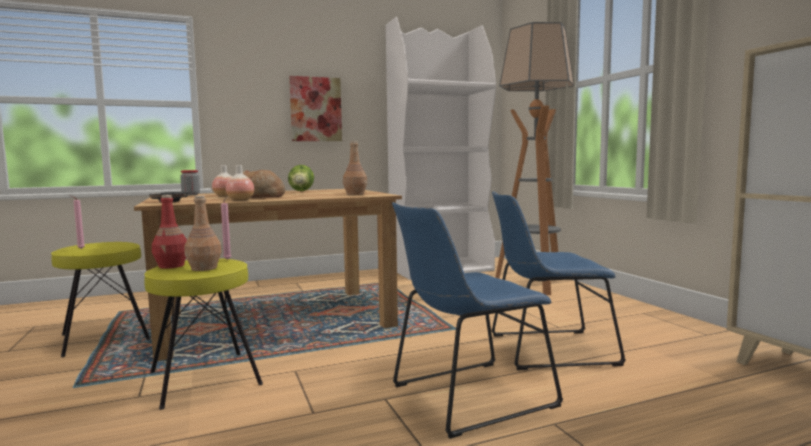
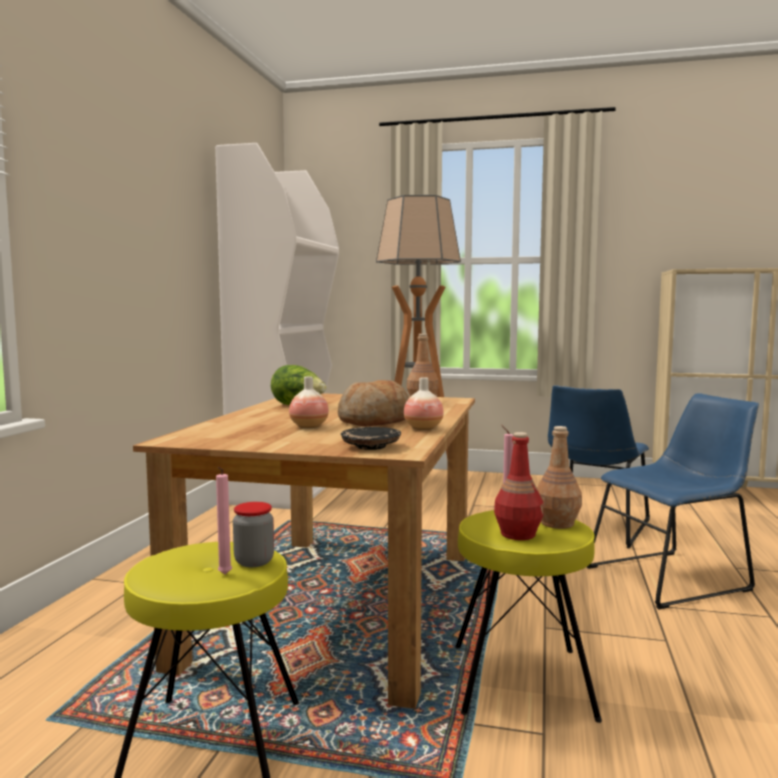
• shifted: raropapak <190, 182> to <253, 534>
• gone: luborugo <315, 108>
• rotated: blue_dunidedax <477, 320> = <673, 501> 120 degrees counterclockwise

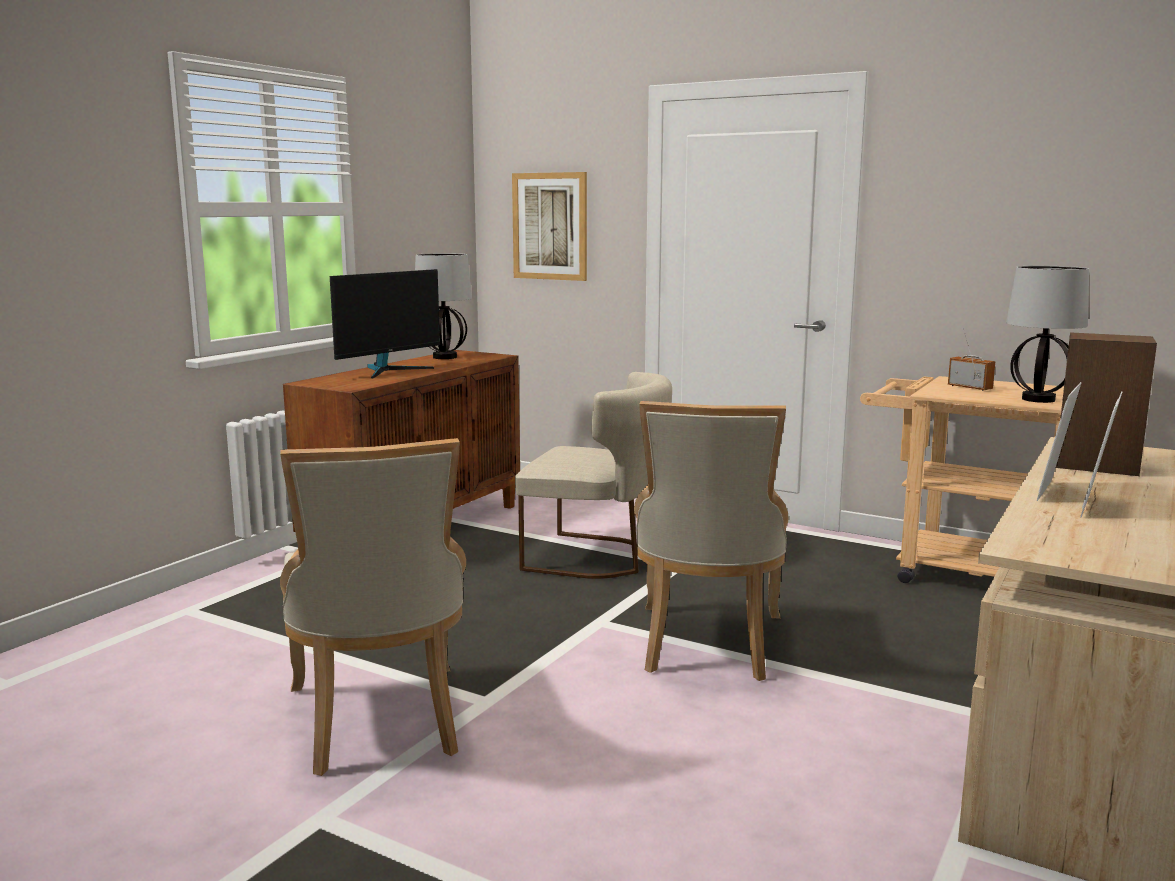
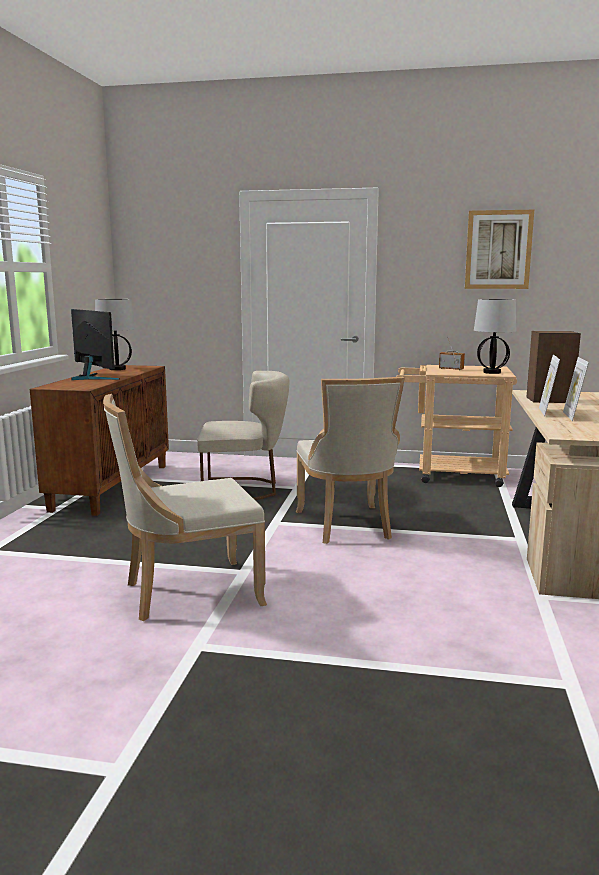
• rotated: beige_dunidedax <373, 607> = <185, 507> 105 degrees clockwise
• rotated: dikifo <385, 323> = <95, 344> 60 degrees counterclockwise
• shifted: luborugo <549, 226> to <499, 249>

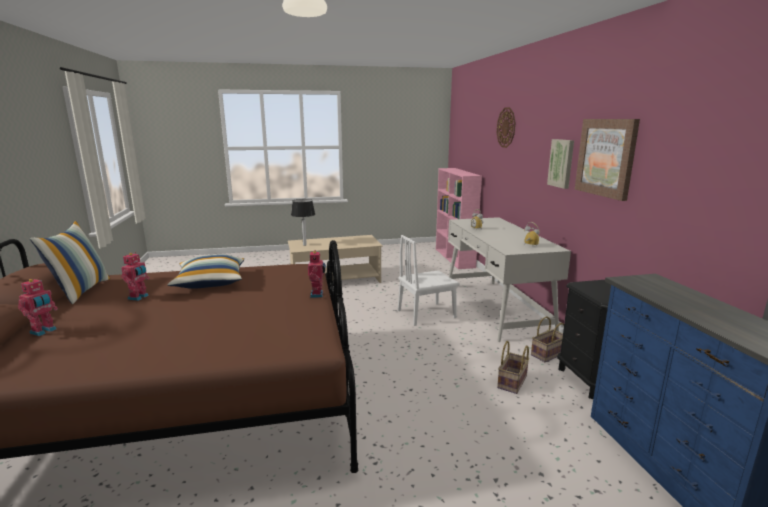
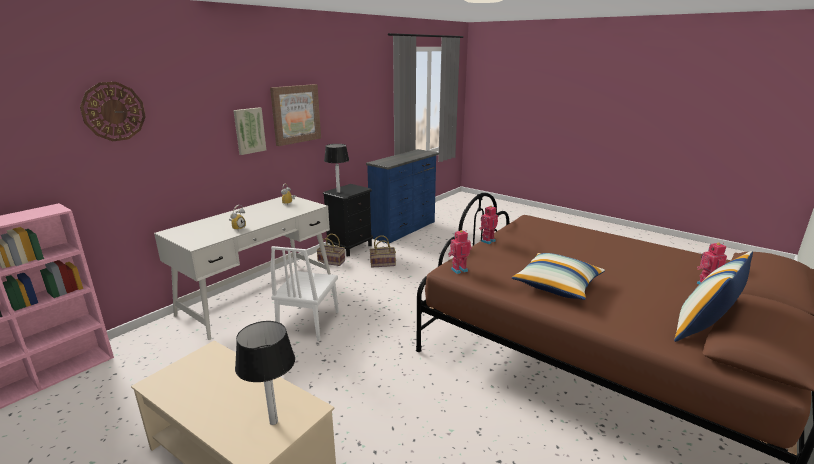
• shifted: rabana <135, 276> to <460, 252>
• rotated: white_dunidedax <429, 280> = <305, 293> 75 degrees clockwise
• new: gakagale <336, 168>

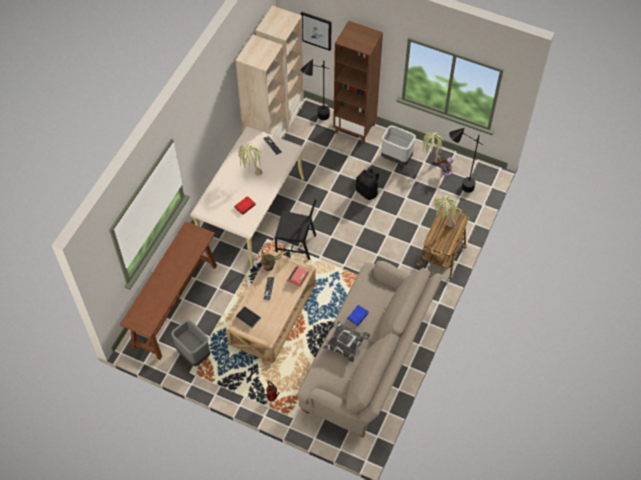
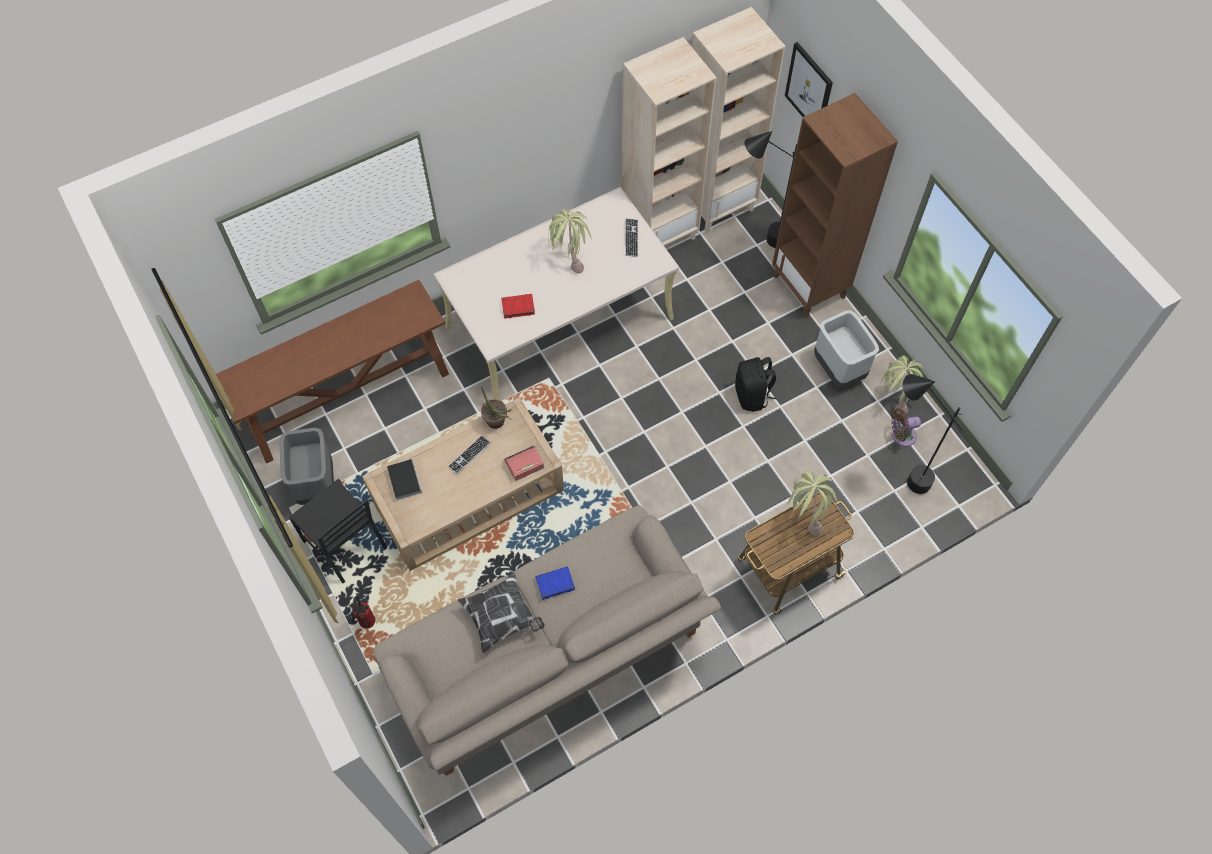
• shifted: black_dunidedax <296, 229> to <338, 531>

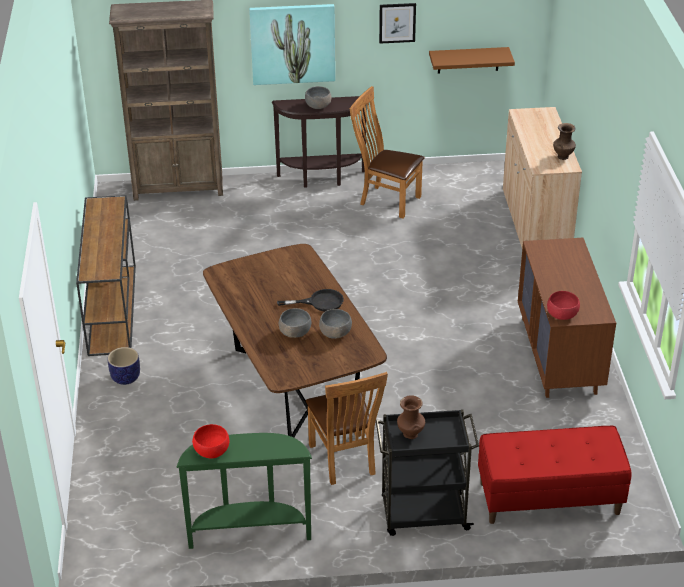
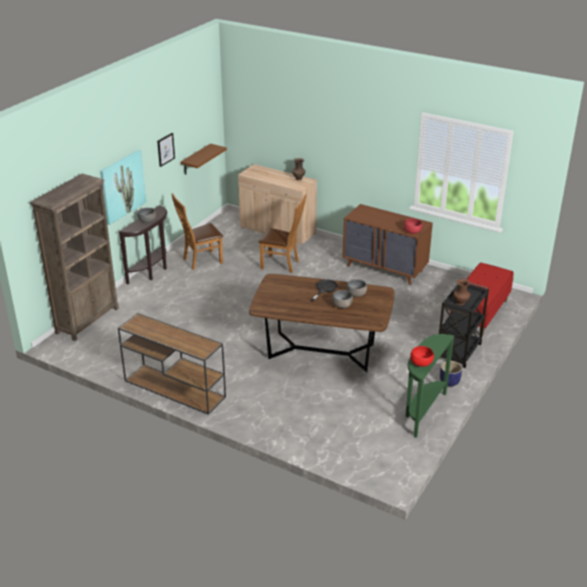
• shifted: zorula <123, 366> to <451, 373>
• shifted: brown_dunidedax <347, 428> to <282, 234>

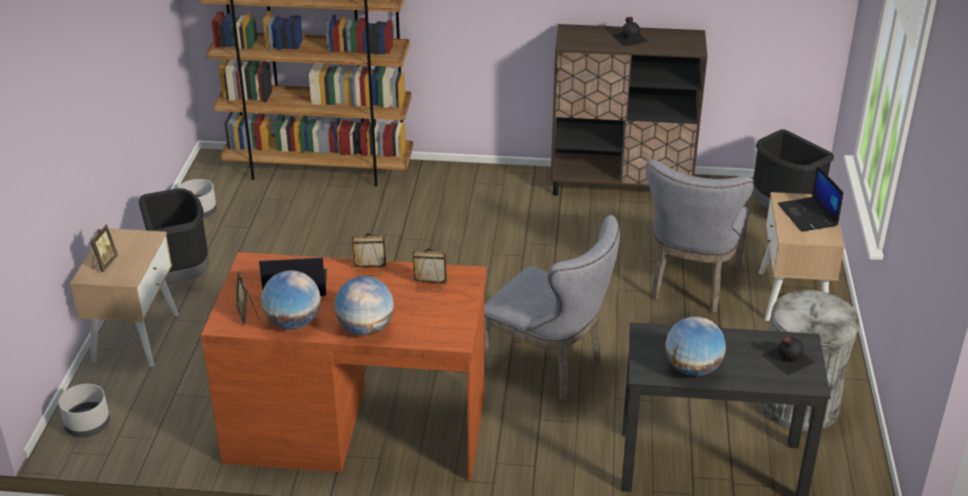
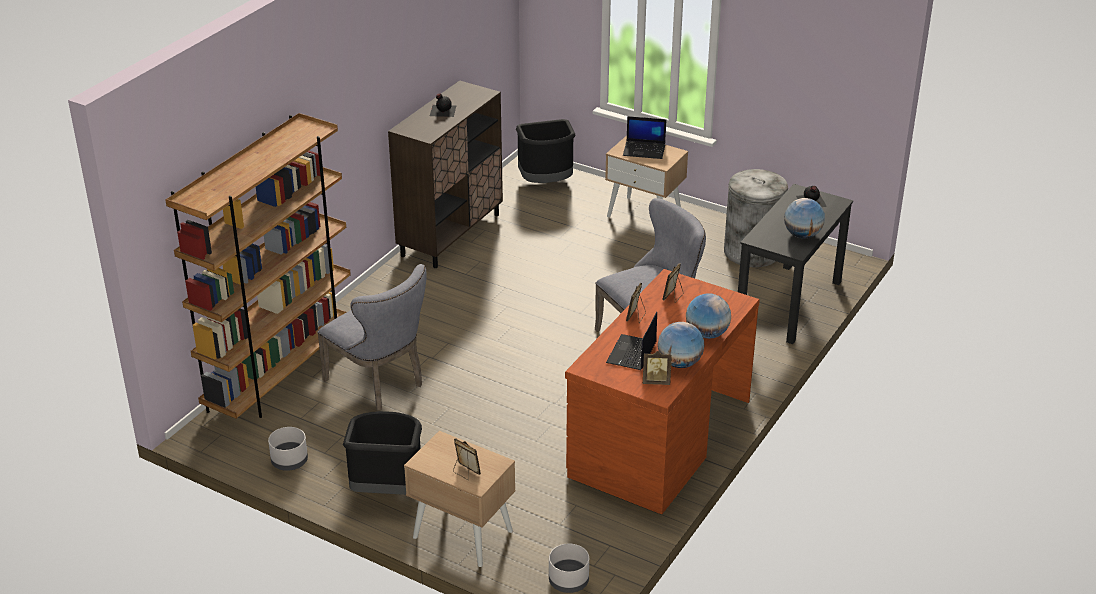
• shifted: grey_dunidedax <700, 236> to <372, 337>

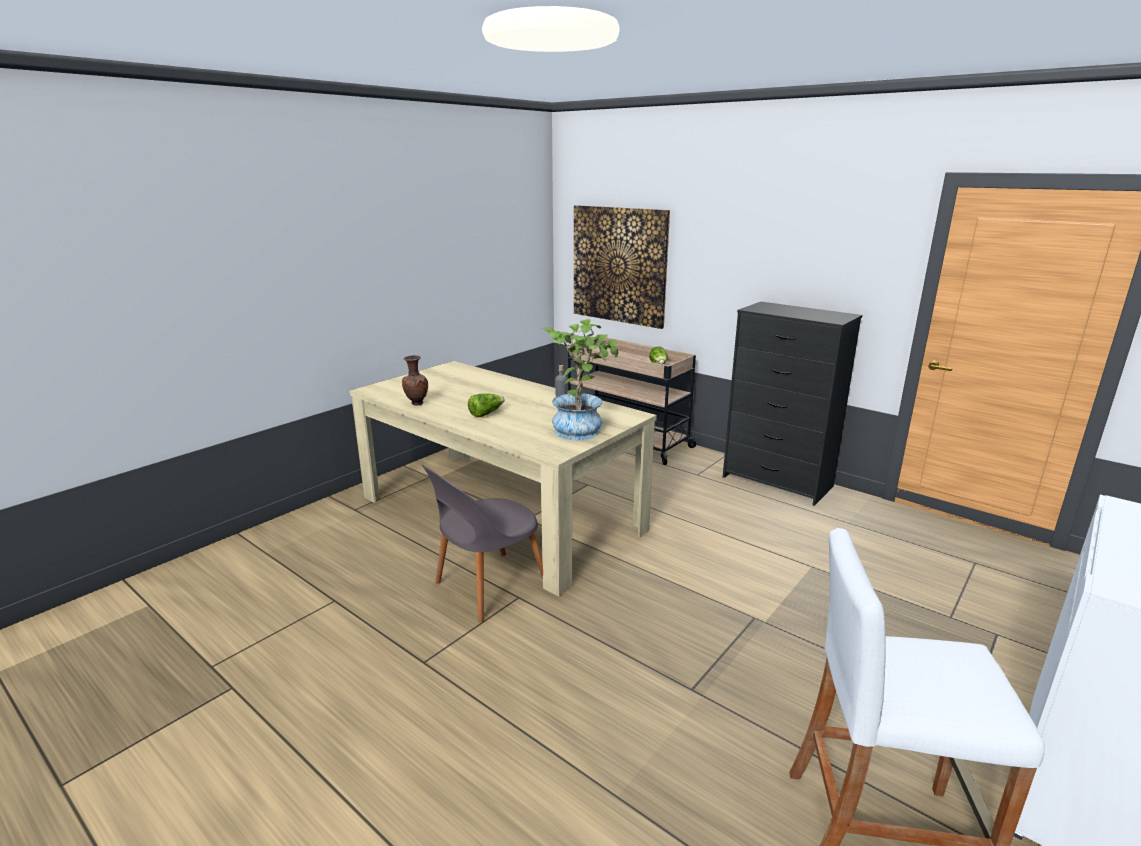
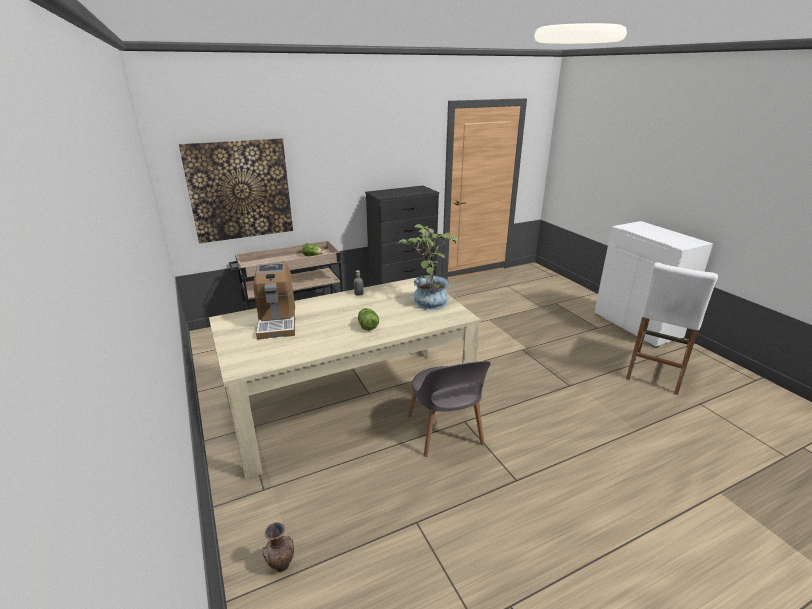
• shifted: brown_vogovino <415, 380> to <278, 547>
• new: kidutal <274, 301>

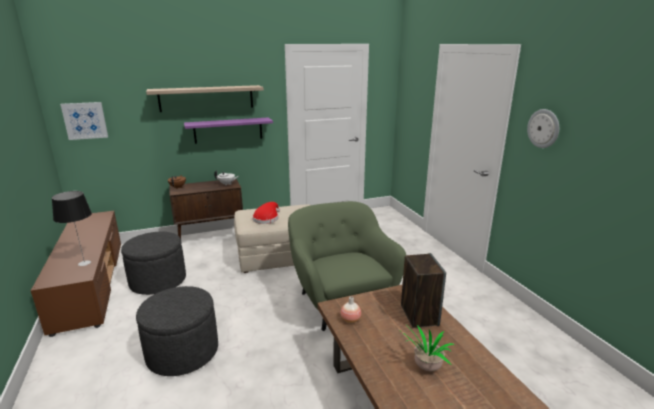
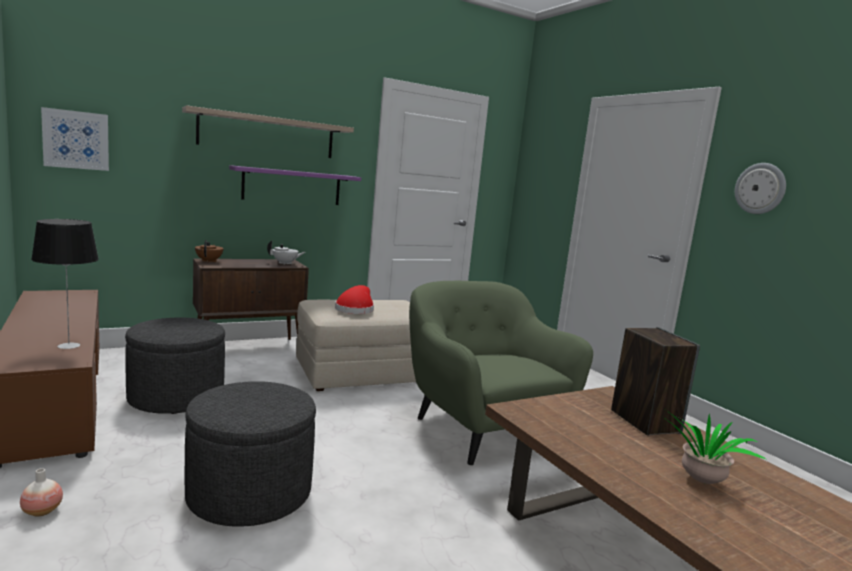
• shifted: vogovino <350, 309> to <41, 492>

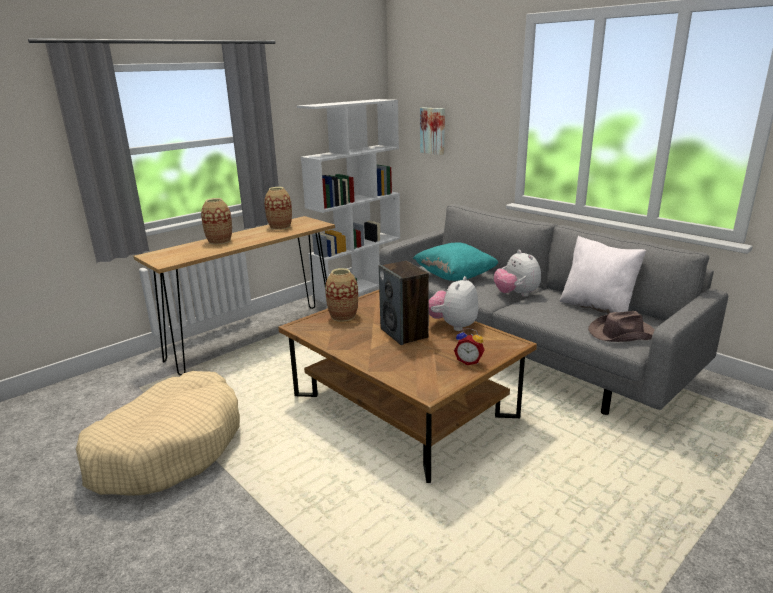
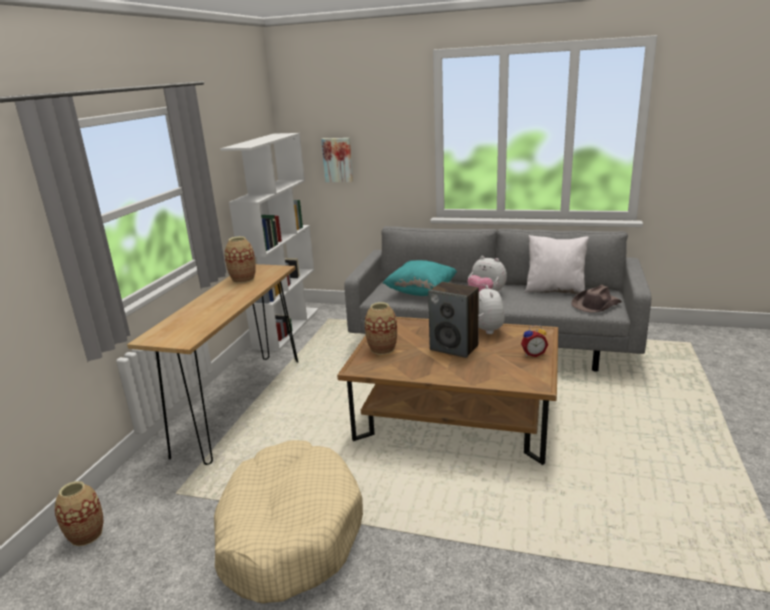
• shifted: vogovino <216, 221> to <79, 513>

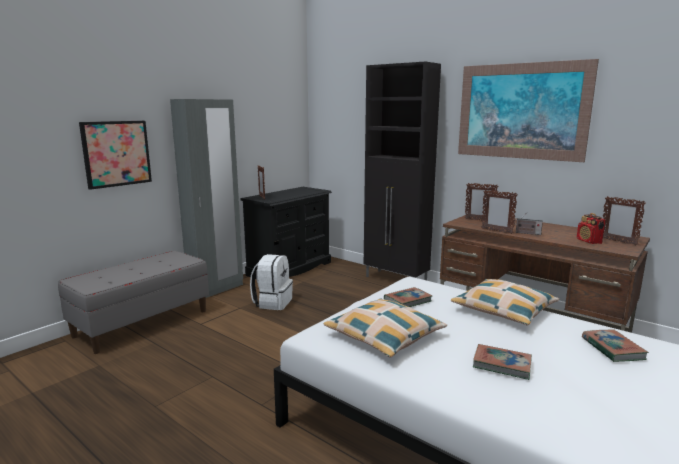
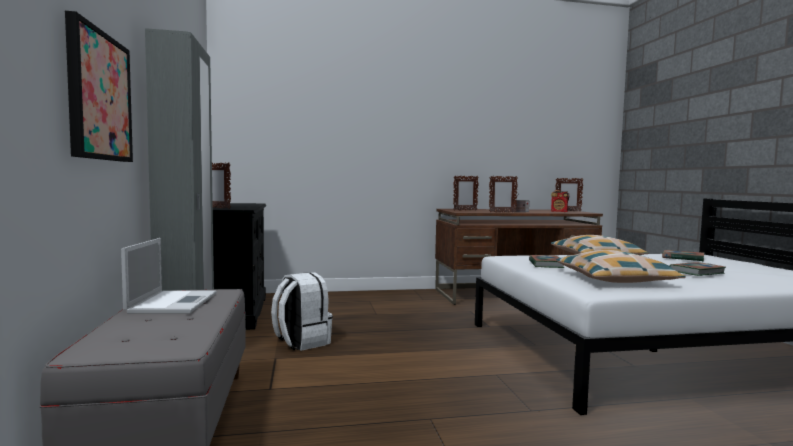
• gone: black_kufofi <402, 170>
• gone: luborugo <528, 110>
• new: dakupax <169, 275>

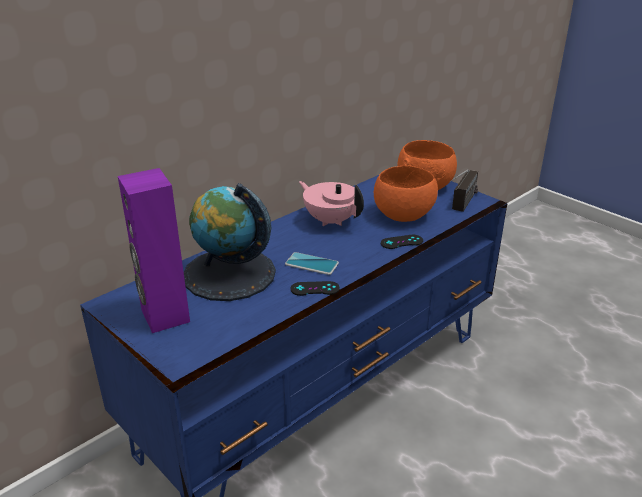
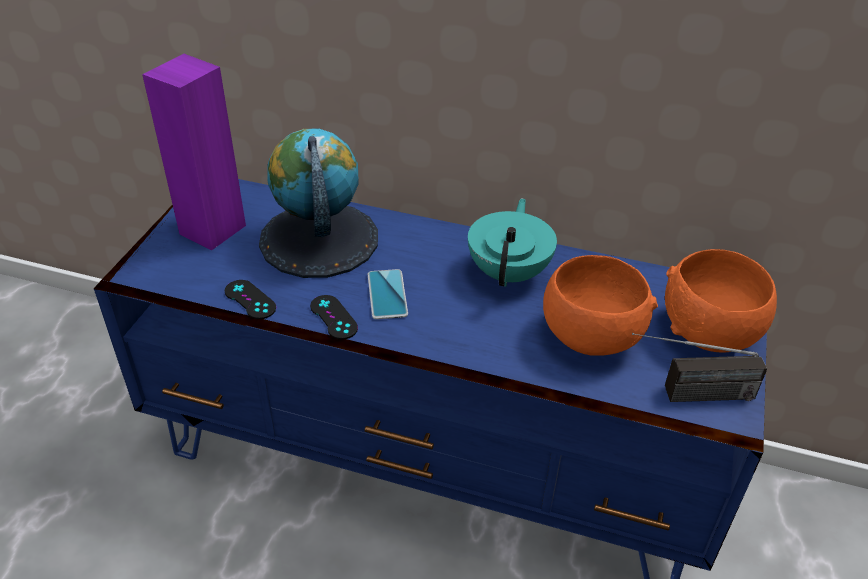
• repainted: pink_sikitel <331, 203> to turquoise_sikitel <512, 242>
• shifted: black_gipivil <402, 242> to <250, 299>

